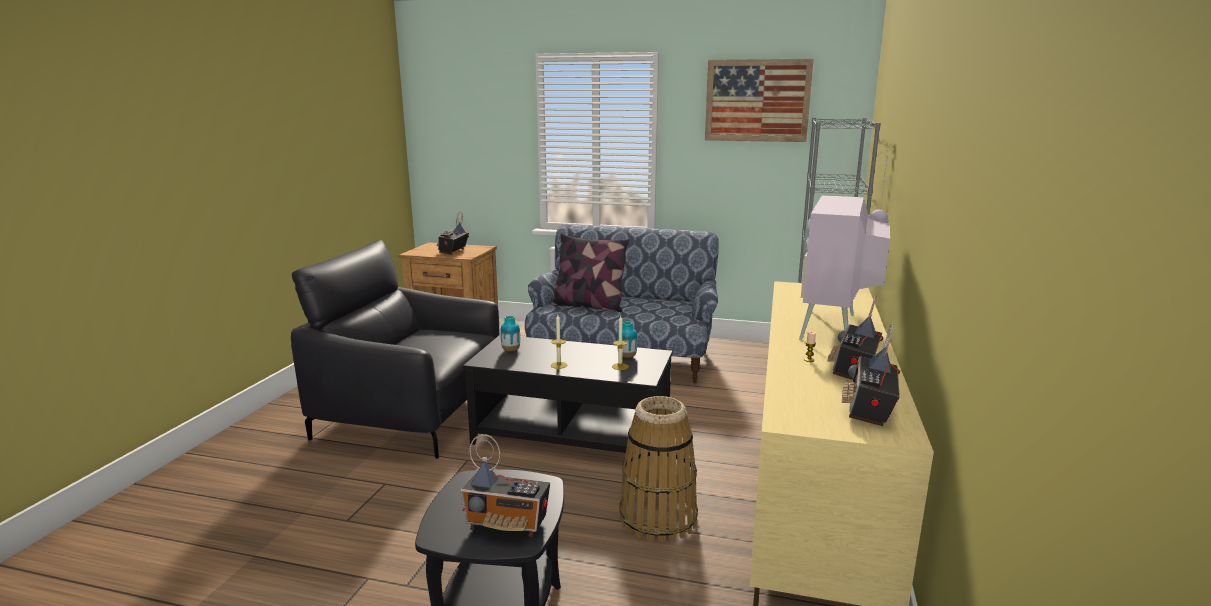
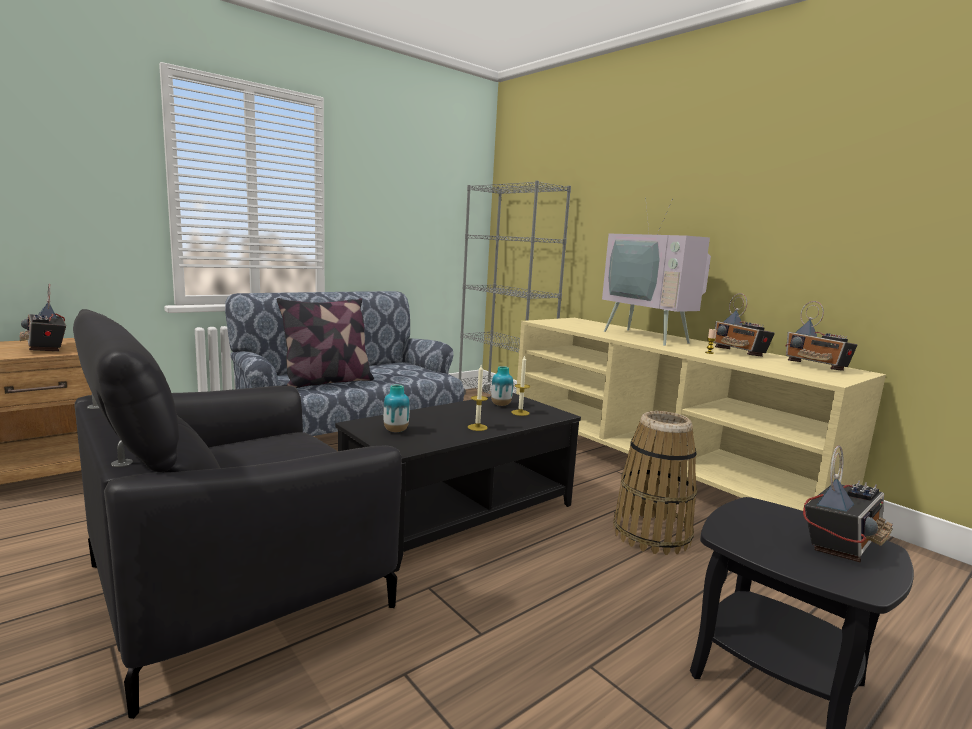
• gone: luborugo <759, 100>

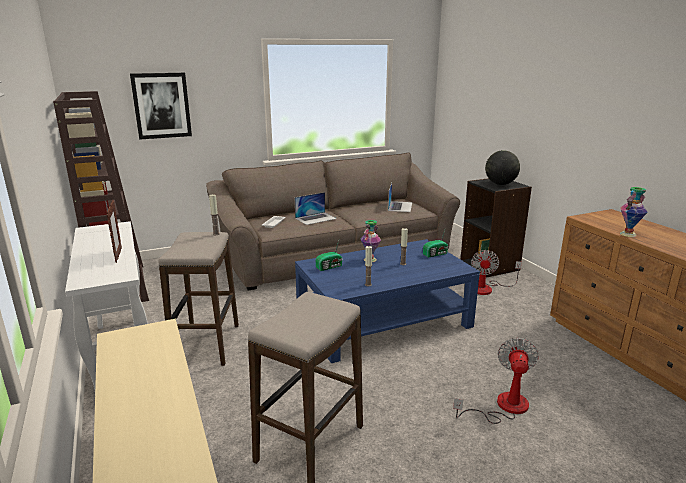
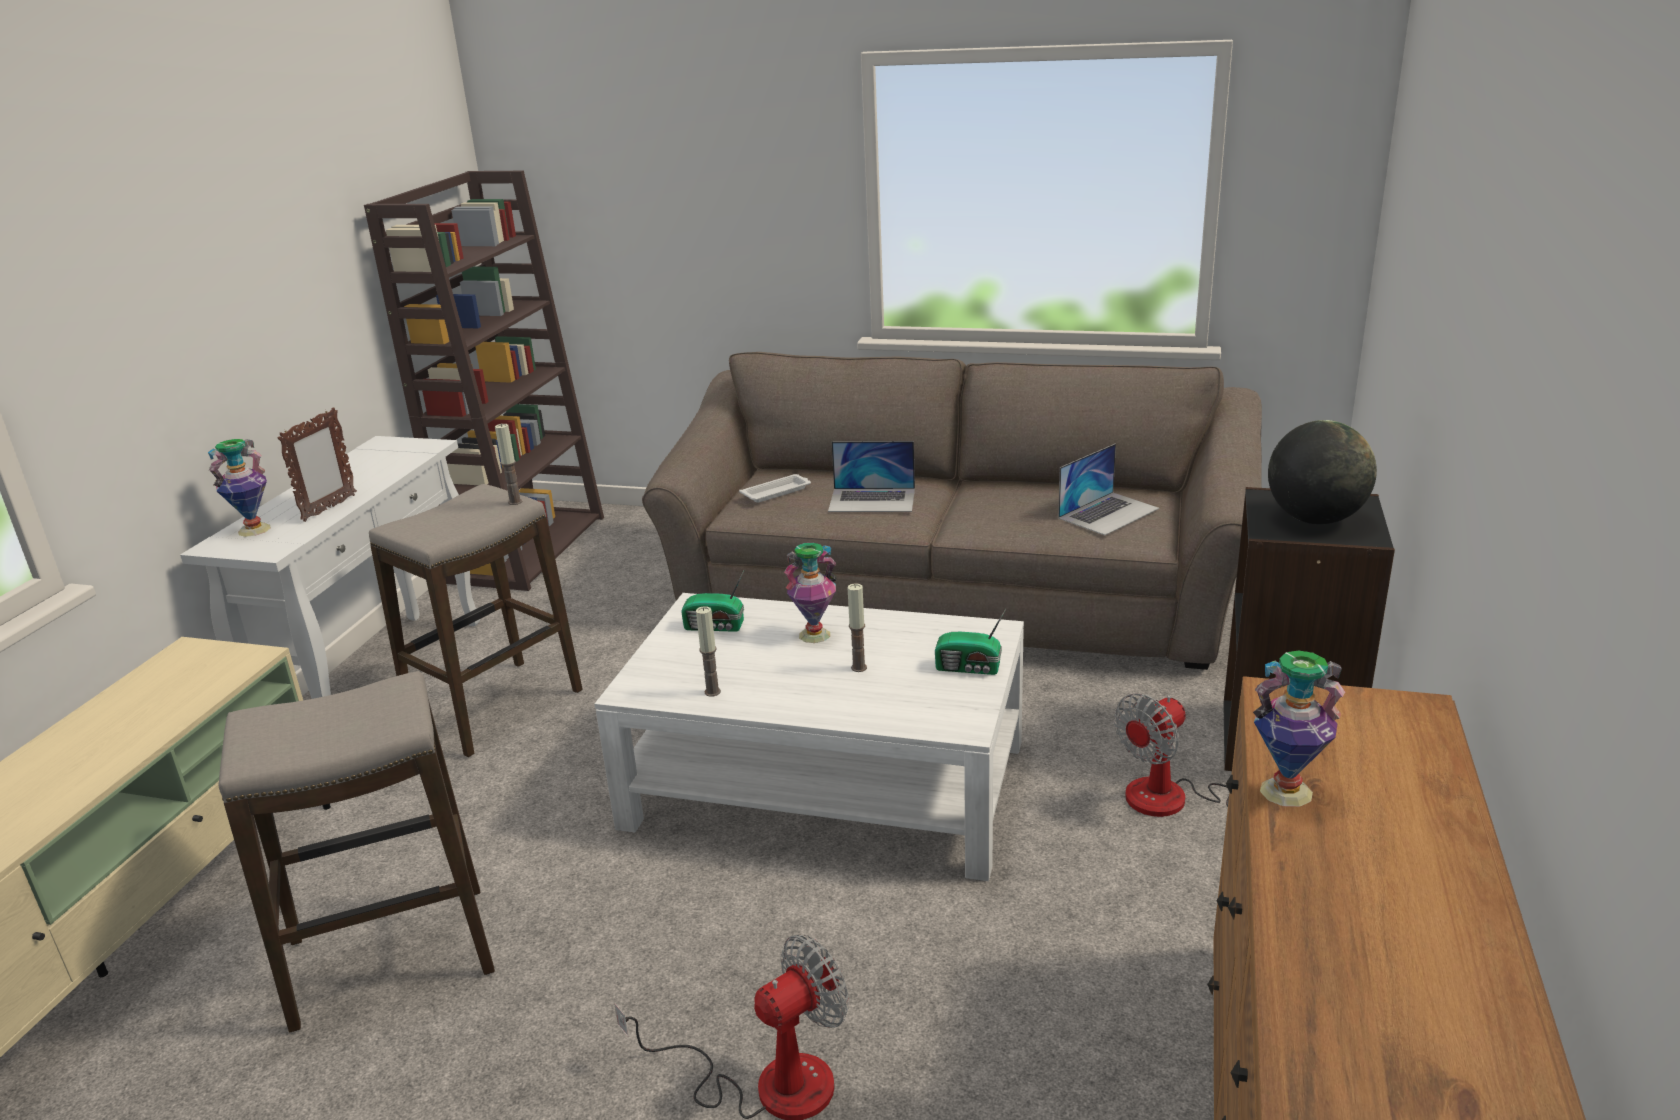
• gone: luborugo <161, 106>
• repainted: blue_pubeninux <387, 301> to white_pubeninux <809, 737>
• new: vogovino <239, 488>

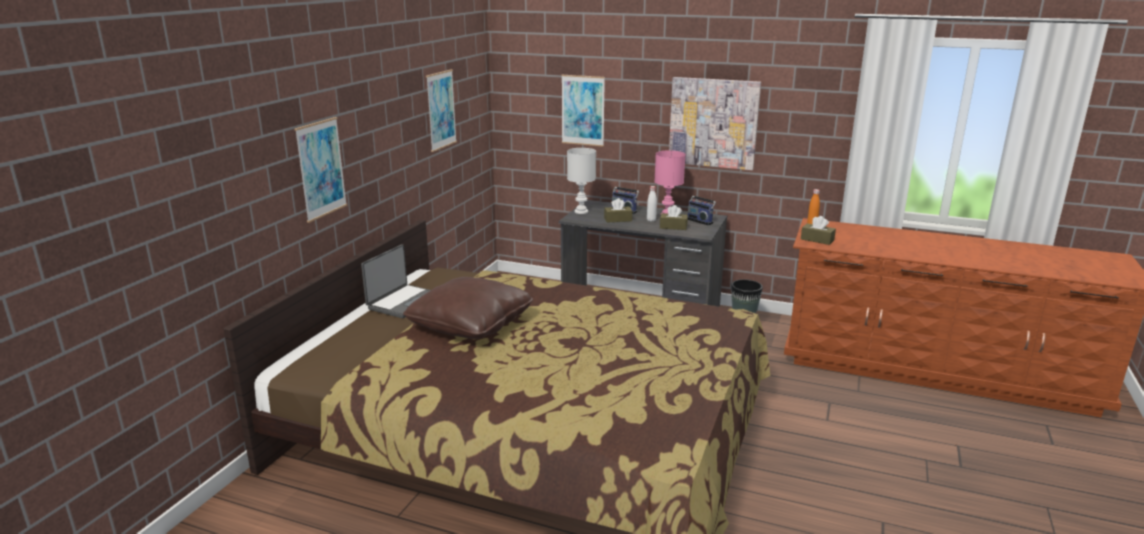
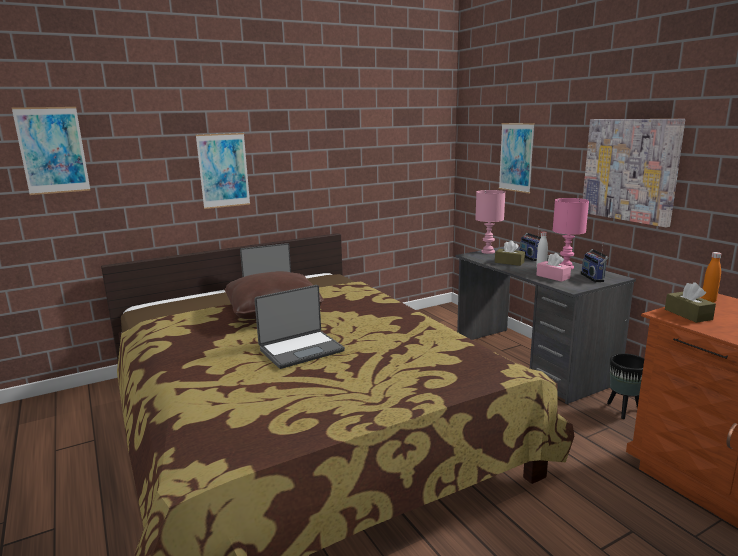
• shifted: luborugo <441, 110> to <51, 151>
• repainted: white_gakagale <581, 181> to pink_gakagale <490, 222>
• repainted: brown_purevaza <674, 217> to pink_purevaza <553, 267>
• new: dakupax <299, 327>

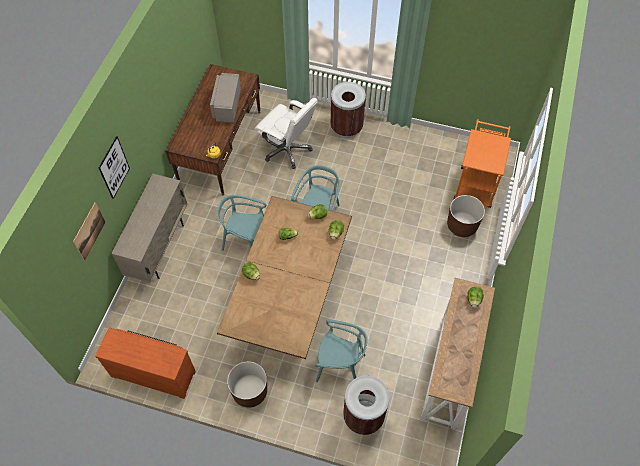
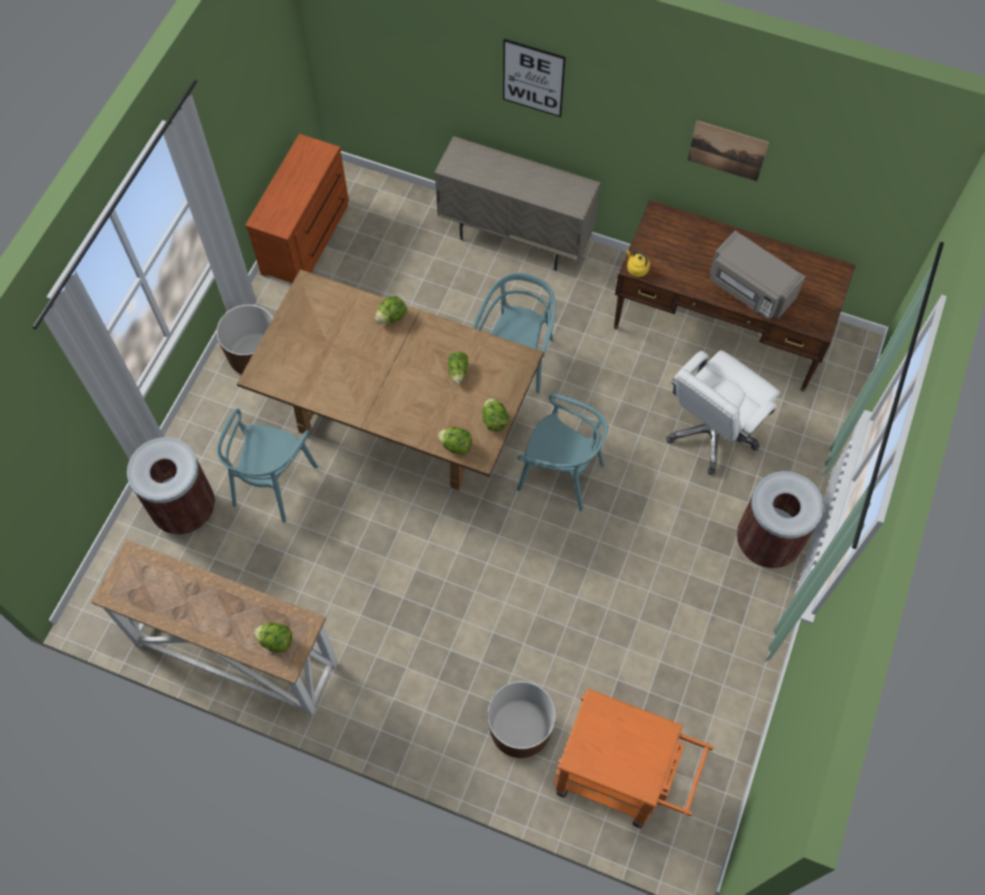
• shifted: luborugo <89, 231> to <728, 151>
• rotated: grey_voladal <225, 98> = <757, 275> 150 degrees counterclockwise

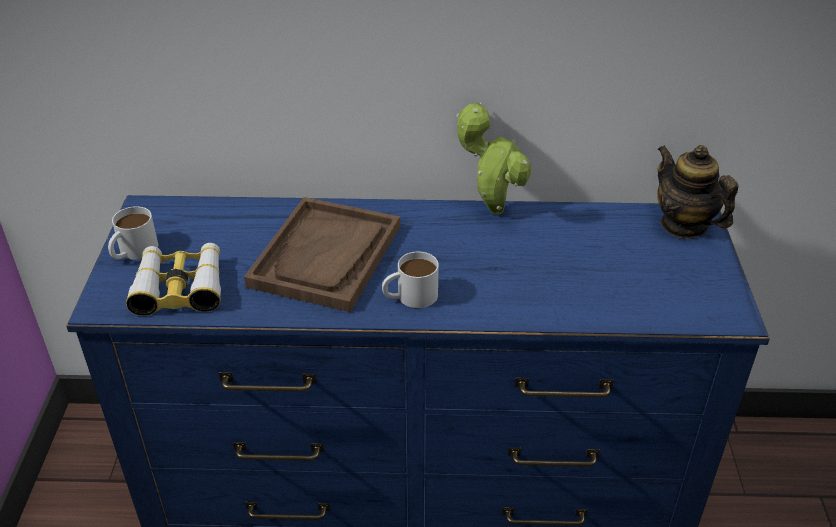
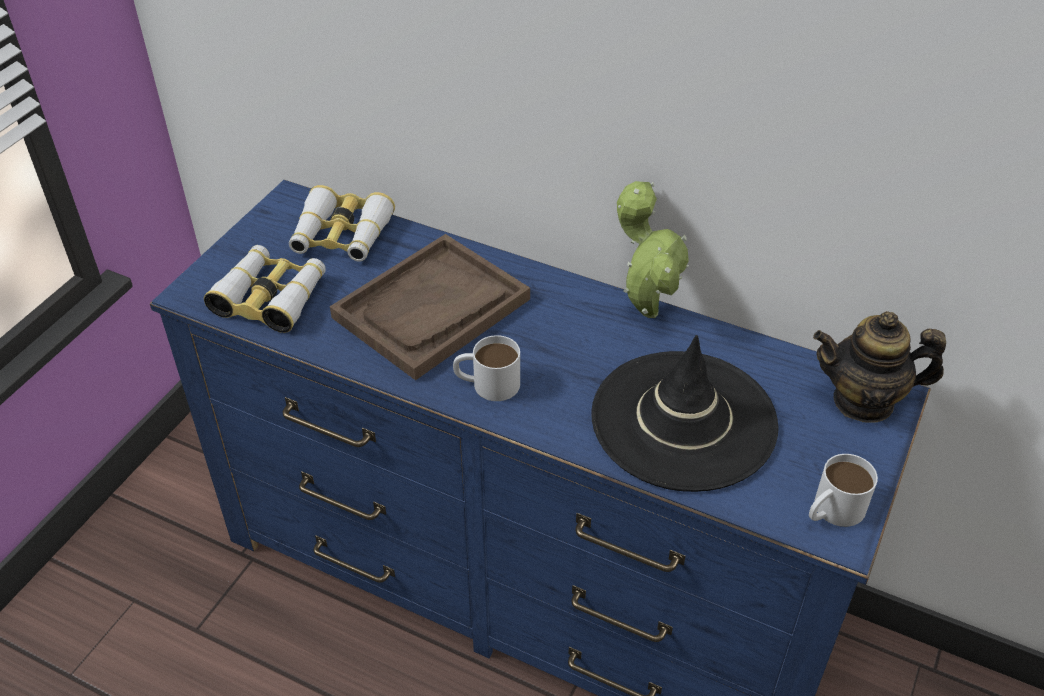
• shifted: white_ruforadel <133, 233> to <843, 490>
• rotated: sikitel <697, 192> = <879, 367> 75 degrees counterclockwise
• new: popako <342, 223>
• new: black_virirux <685, 413>

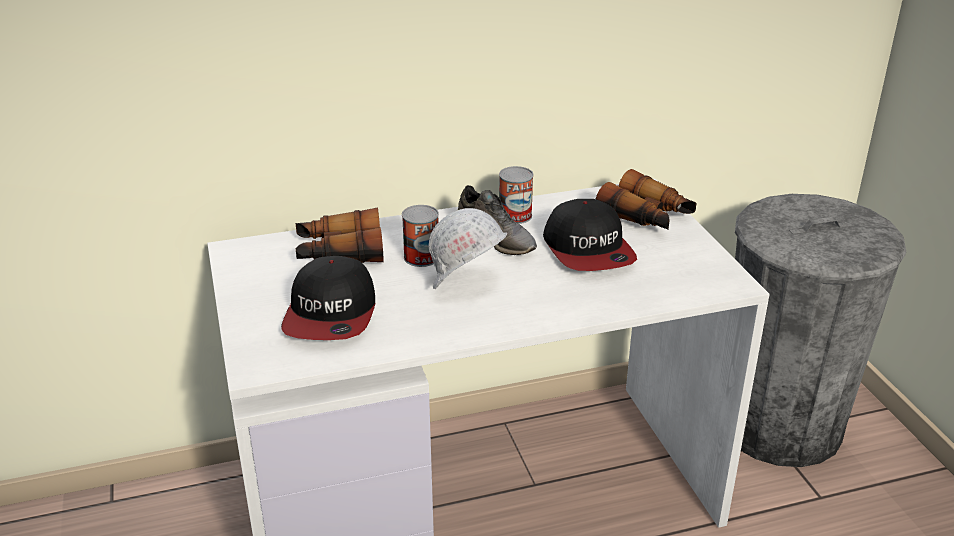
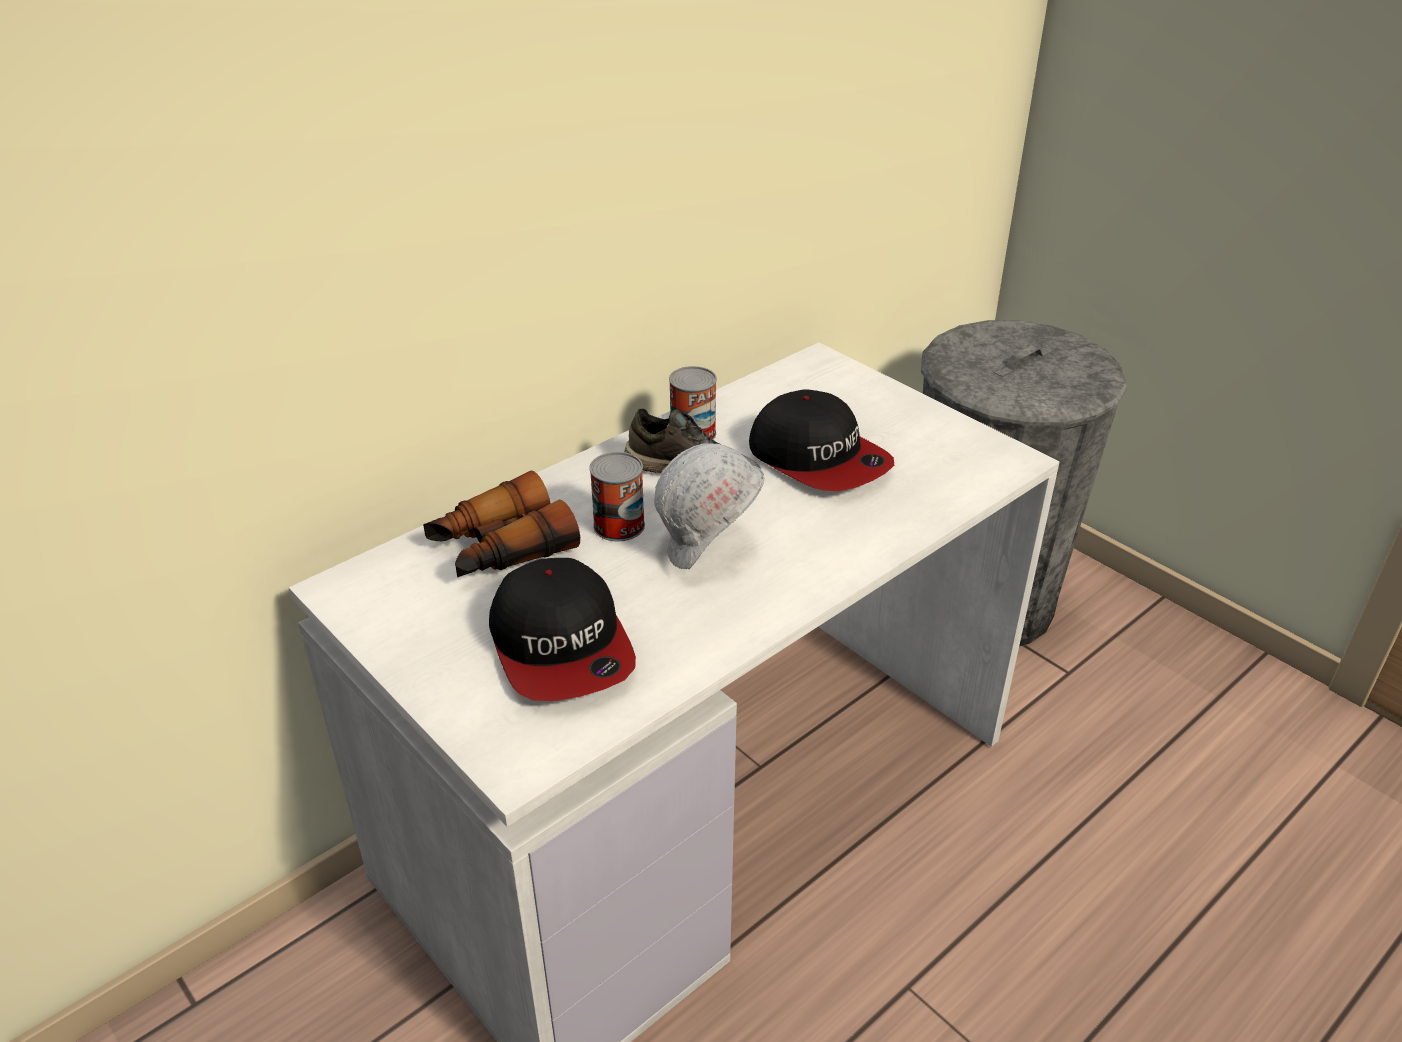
• gone: popako <646, 199>

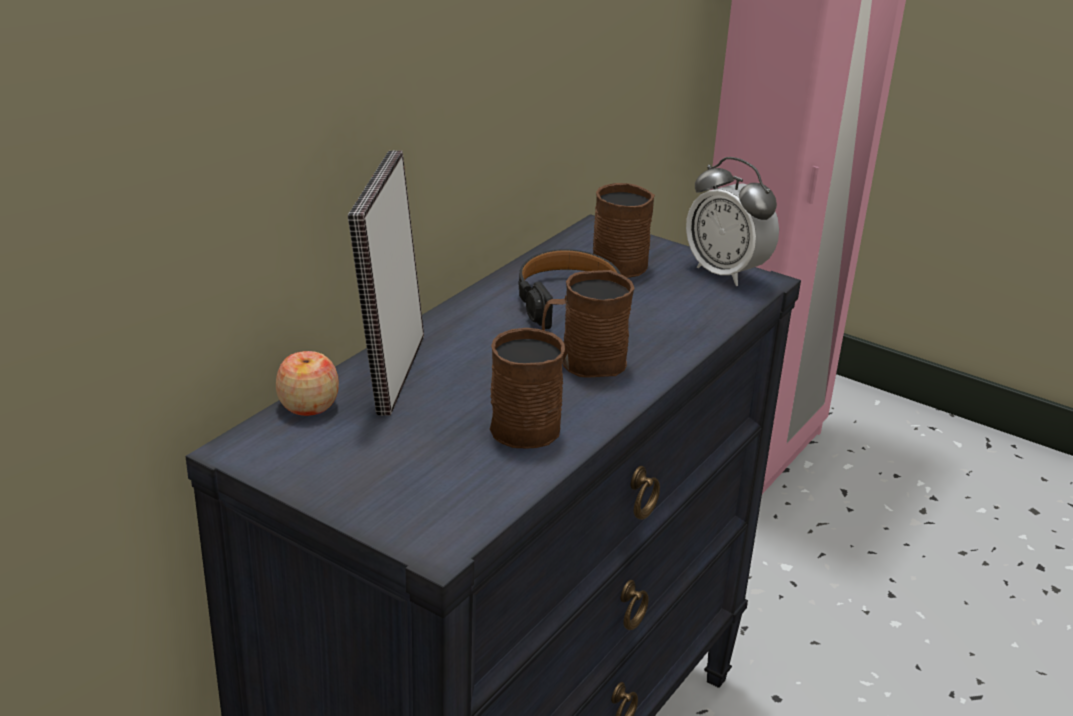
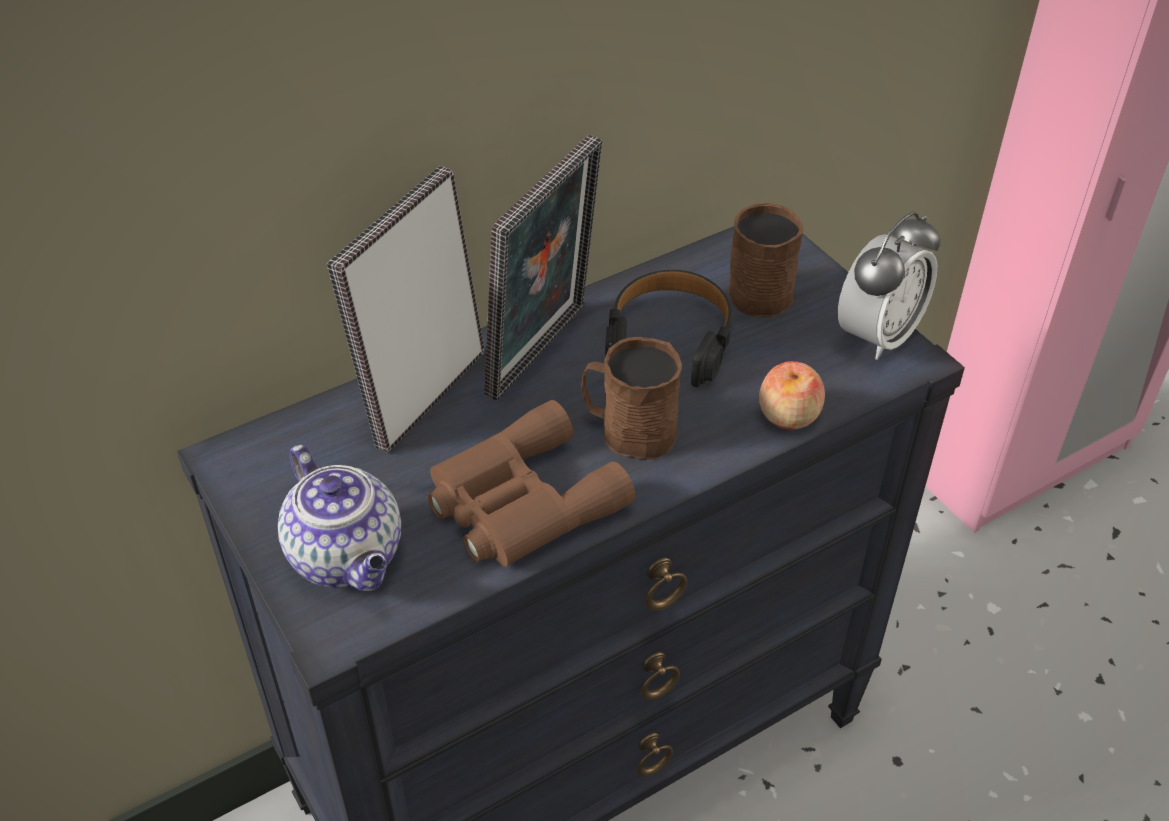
• shifted: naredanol <307, 383> to <792, 395>
• swapped: brown_ruforadel <527, 388> to brown_popako <532, 483>
• rotated: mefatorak <732, 221> = <889, 286> 120 degrees counterclockwise
• new: sikitel <339, 518>
• new: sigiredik <543, 267>

